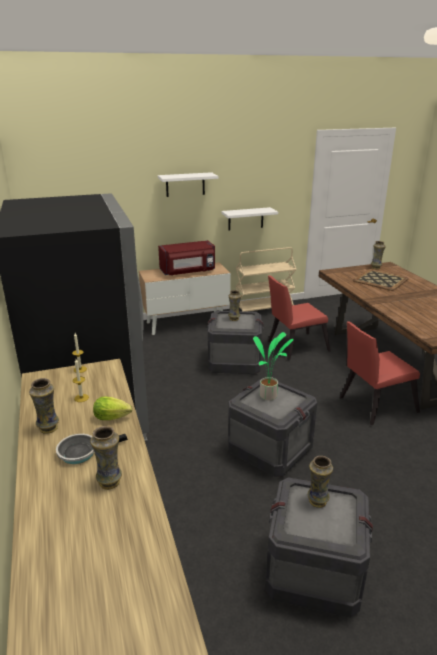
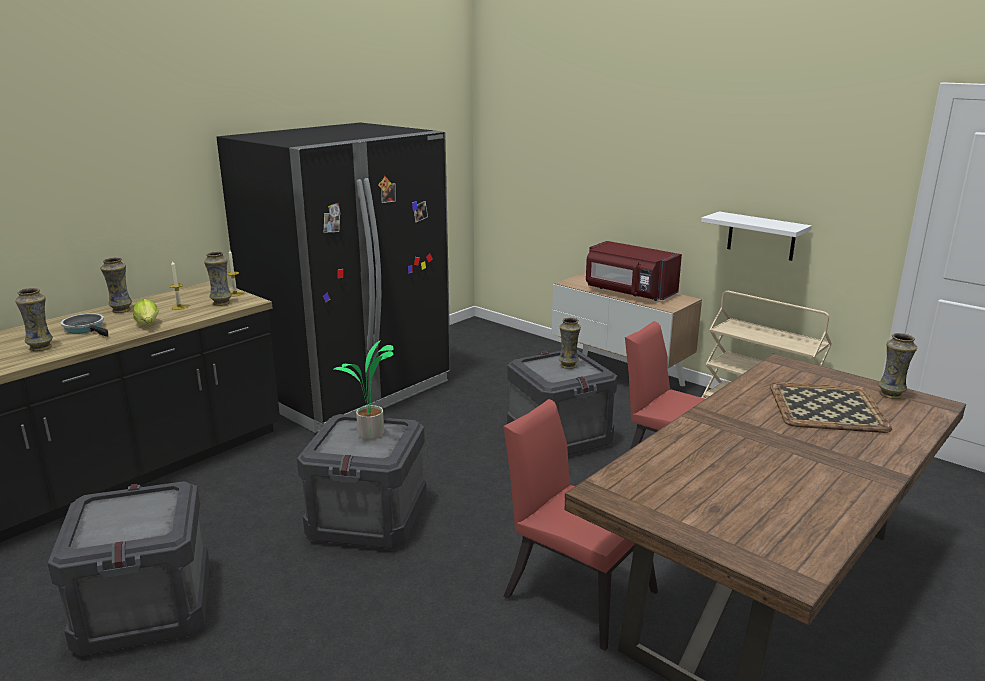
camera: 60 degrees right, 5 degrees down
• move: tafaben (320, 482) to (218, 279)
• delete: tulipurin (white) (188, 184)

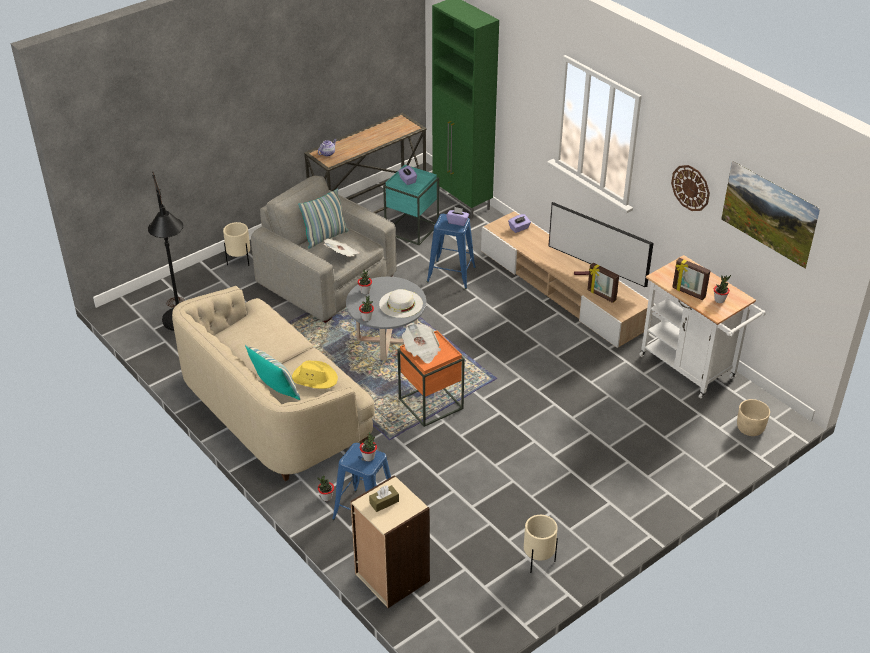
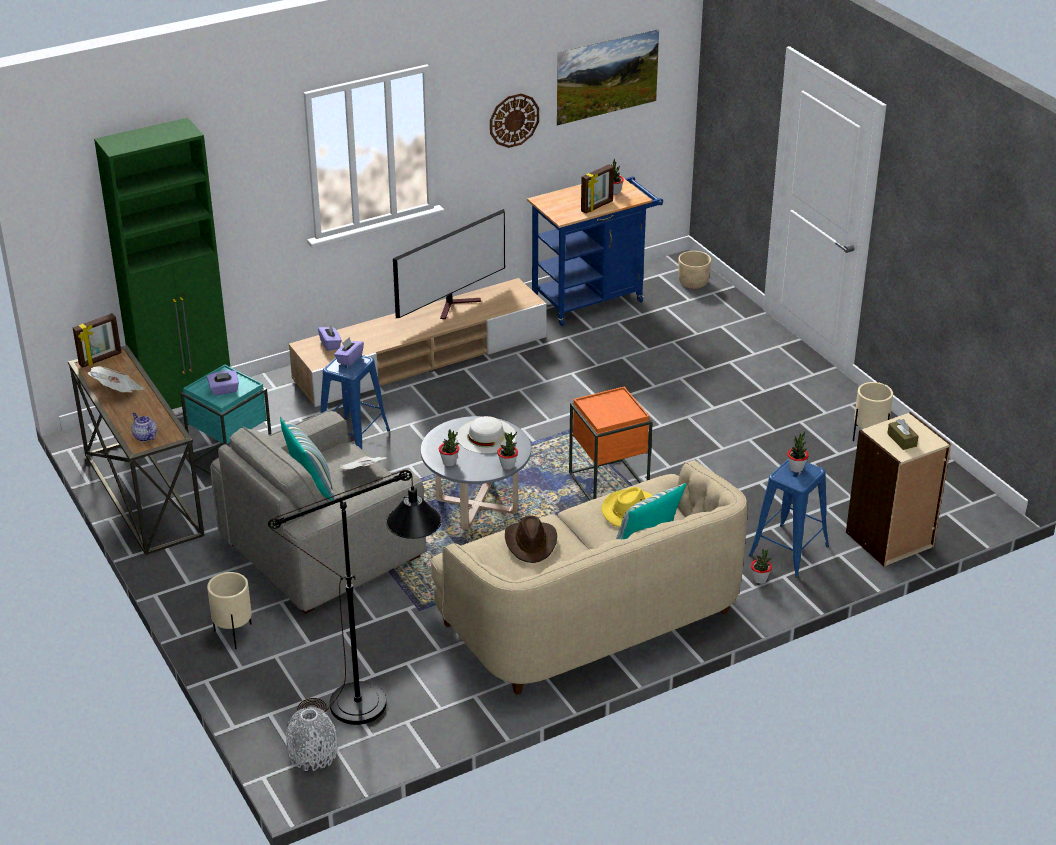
camera: 80 degrees left, 5 degrees down
• move: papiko (603, 283) to (97, 340)
• move: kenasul (421, 343) to (116, 379)
• insert: tafaben (grey) (311, 739)
• insert: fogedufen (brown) (531, 539)
• recolor: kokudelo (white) (702, 326) to kokudelo (blue) (595, 250)

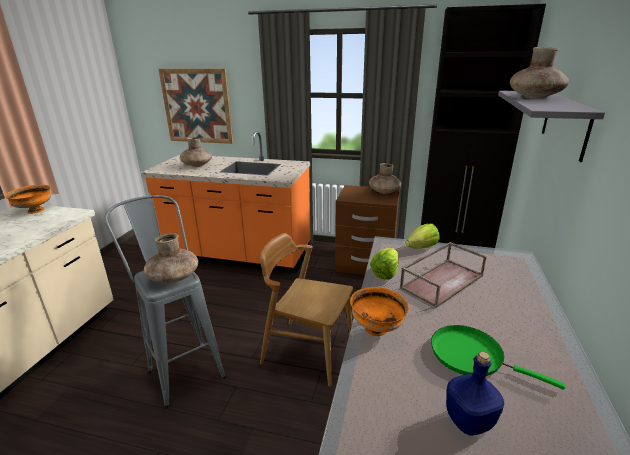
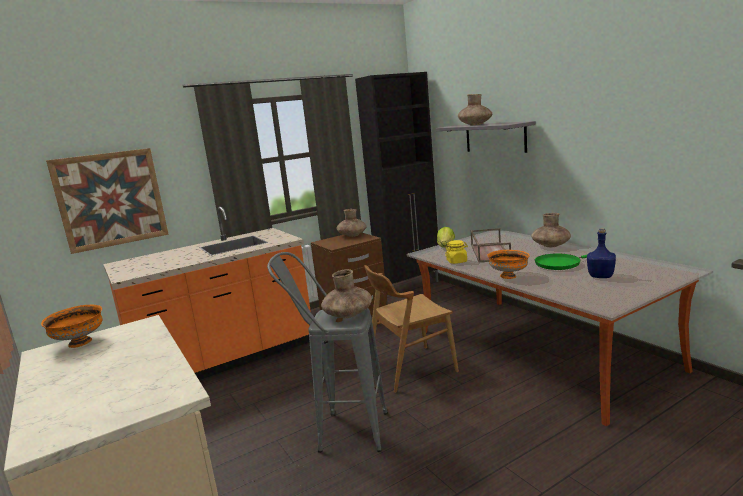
camera: 45 degrees left, 10 degrees down
• replace: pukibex (384, 264) to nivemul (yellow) (456, 252)
• move: tafaben (brown) (196, 152) to (551, 230)

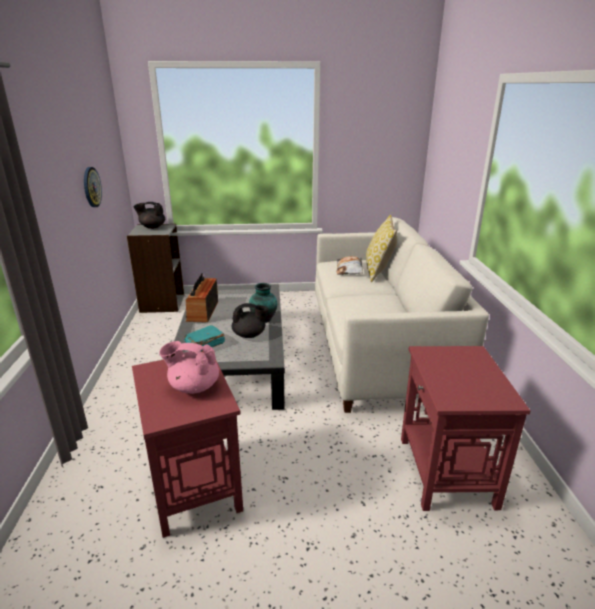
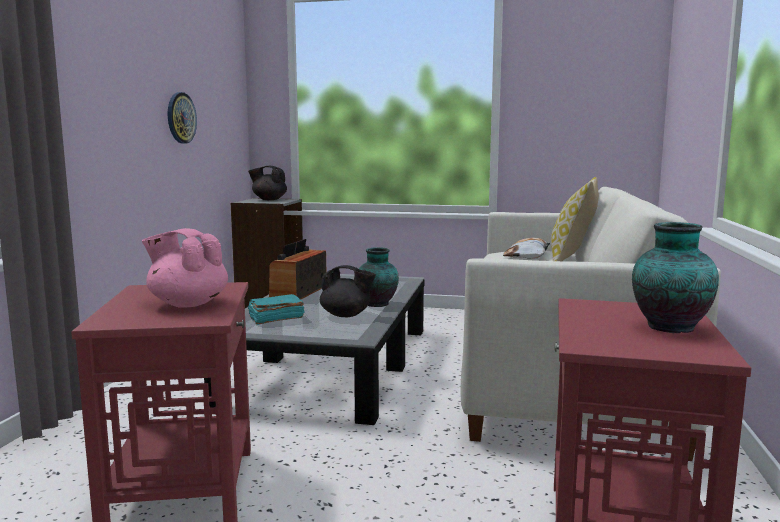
camera: 15 degrees right, 15 degrees down
• insert: tafaben (675, 277)

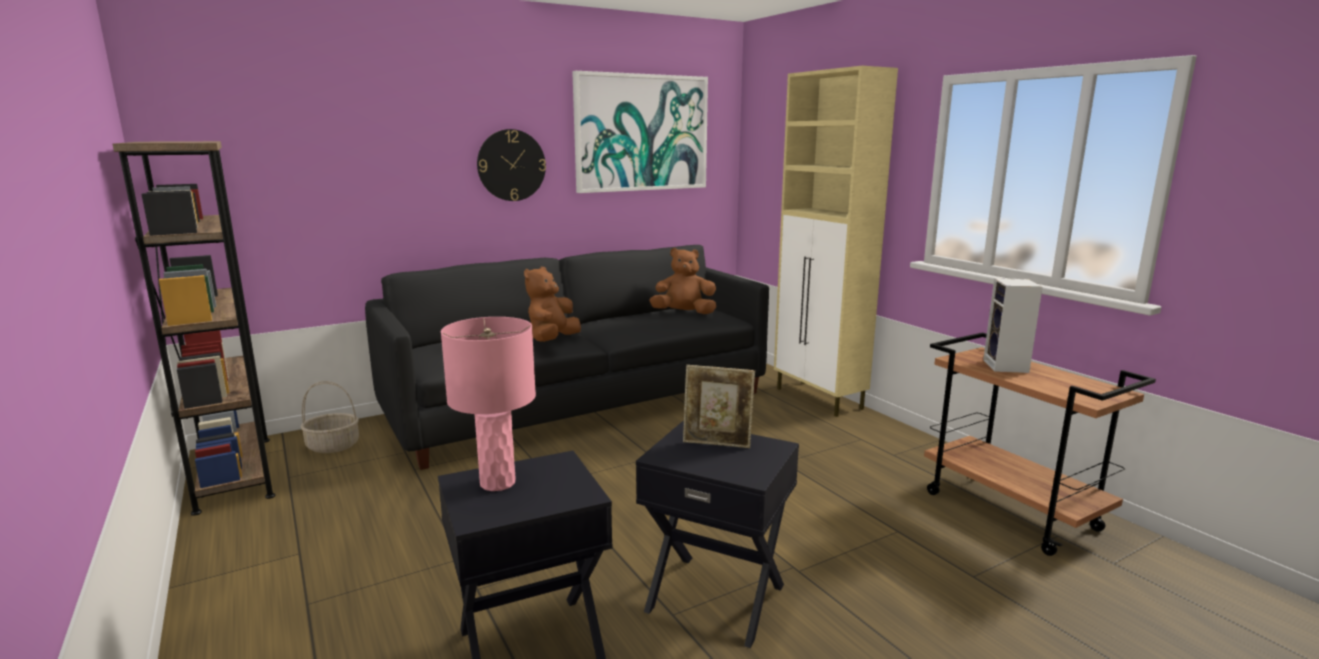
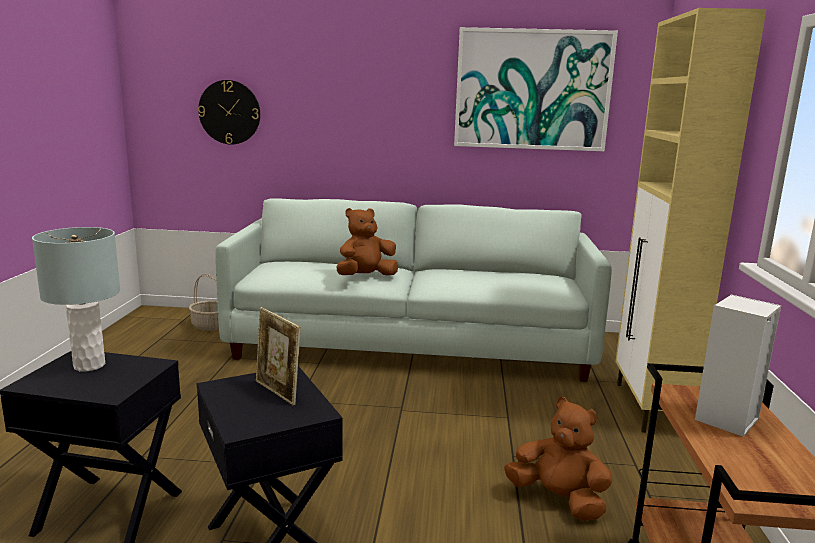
camera: 35 degrees right, 0 degrees up
• recolor: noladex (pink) (488, 404) to noladex (grey) (76, 299)
• move: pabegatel (511, 165) to (229, 112)
• recolor: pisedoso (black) (567, 357) to pisedoso (white) (413, 290)
• move: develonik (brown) (682, 281) to (558, 459)
• delete: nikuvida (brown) (194, 328)

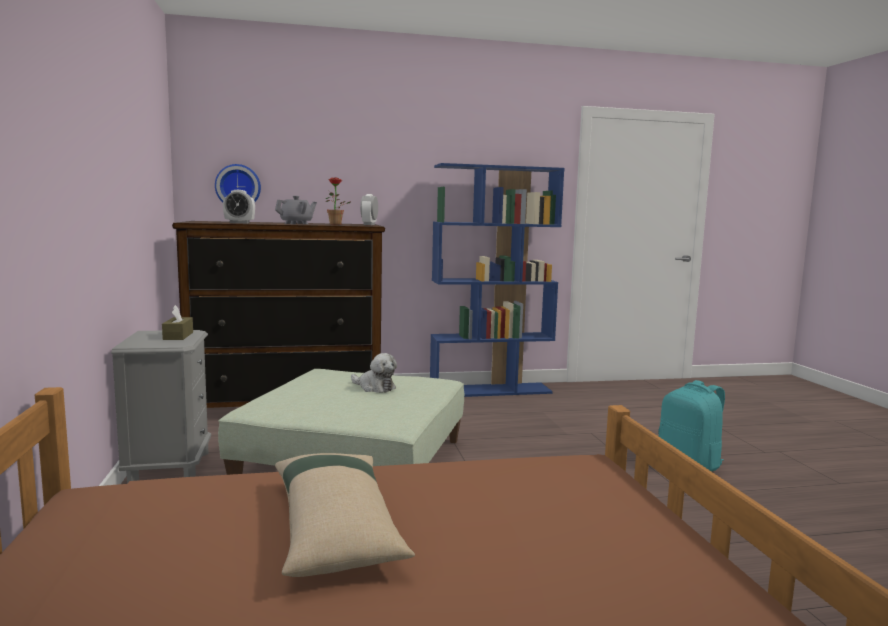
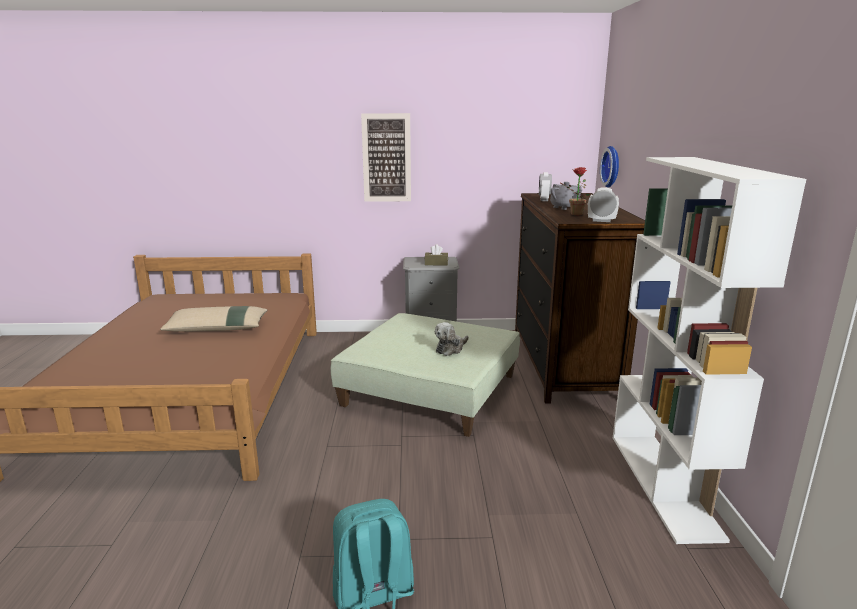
camera: 100 degrees right, 10 degrees up
• insert: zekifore (386, 157)
• recolor: nikuvida (blue) (497, 280) to nikuvida (white) (709, 350)

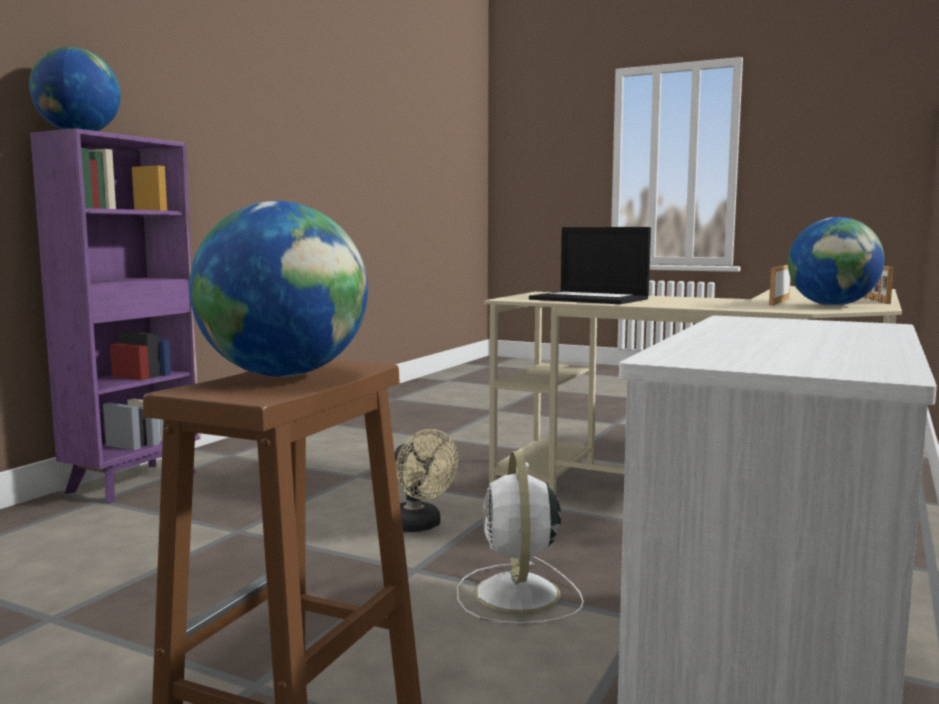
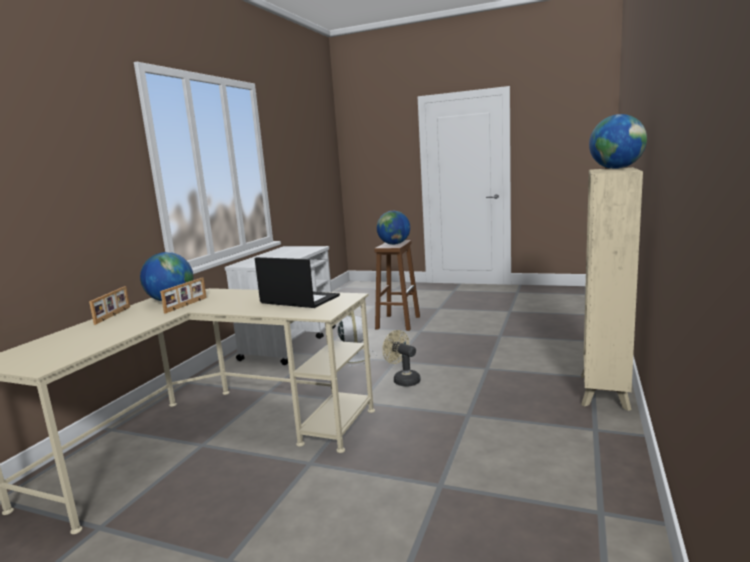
camera: 175 degrees right, 5 degrees up
• recolor: nikuvida (purple) (115, 315) to nikuvida (beige) (612, 289)

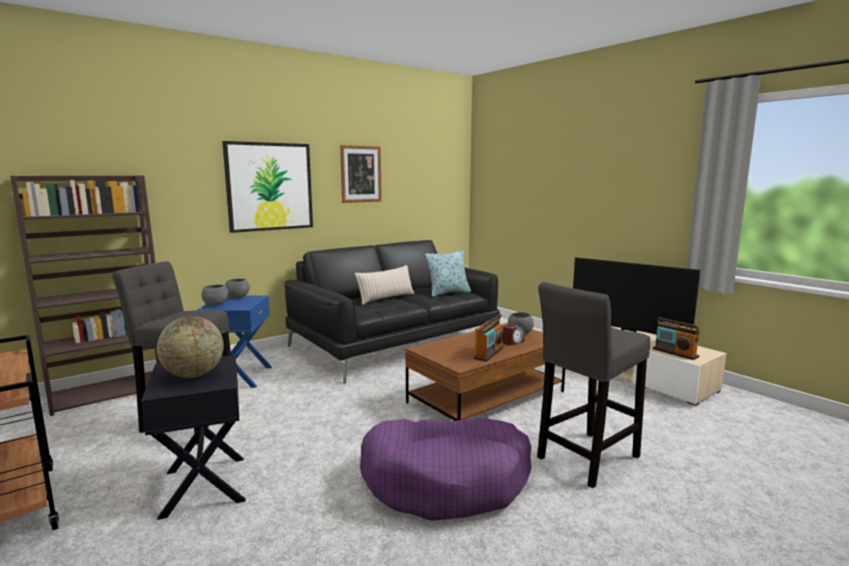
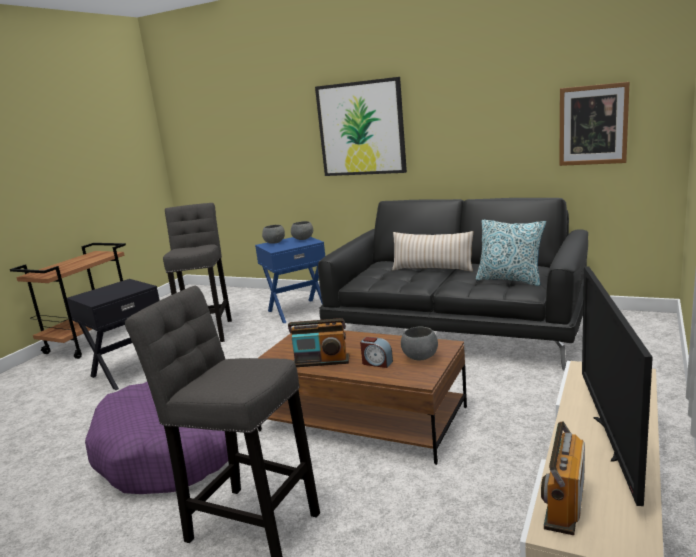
camera: 65 degrees right, 5 degrees up
• move: zekifore (361, 174) to (594, 124)
• delete: nikuvida (brown) (85, 296)
• delete: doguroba (190, 347)

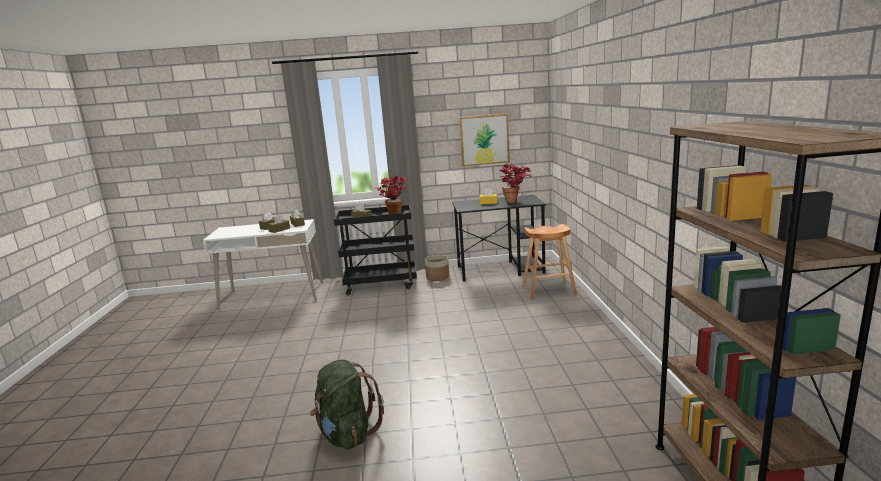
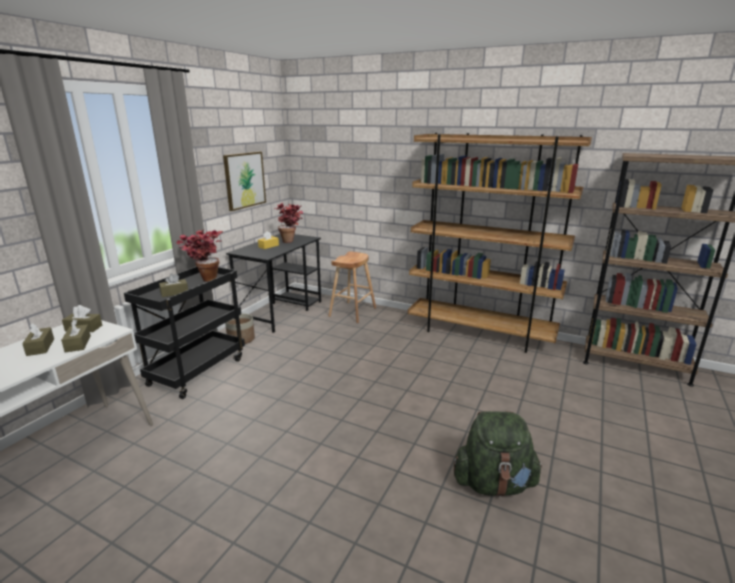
camera: 60 degrees left, 5 degrees up
• insert: nikuvida (brown) (500, 243)

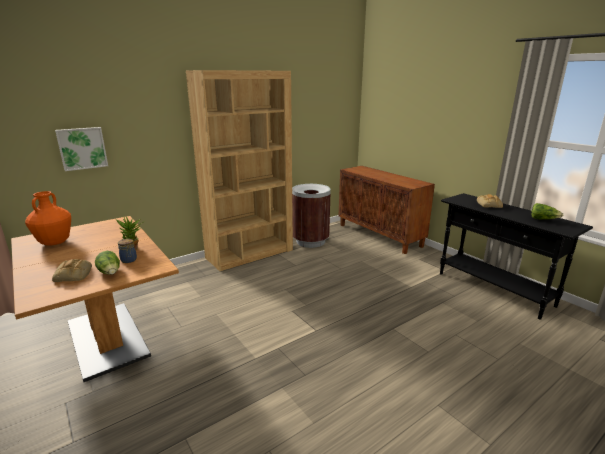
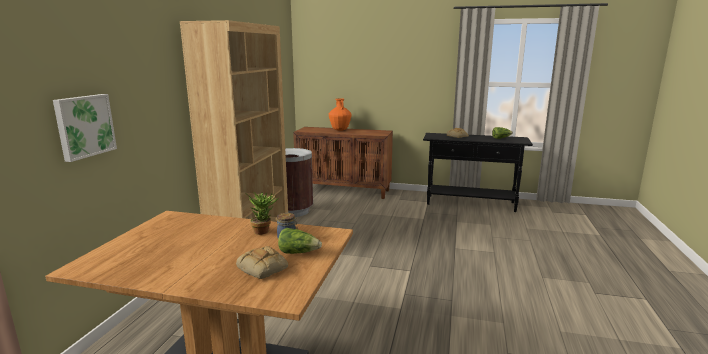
camera: 40 degrees left, 5 degrees down
• move: tafaben (orange) (48, 218) to (340, 114)

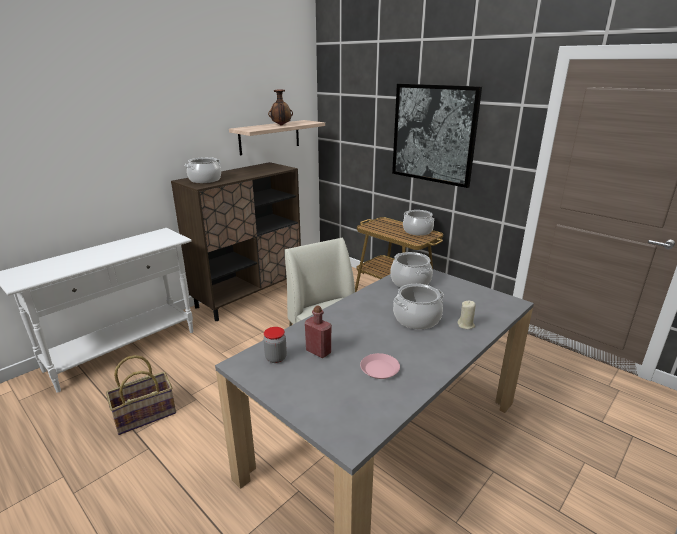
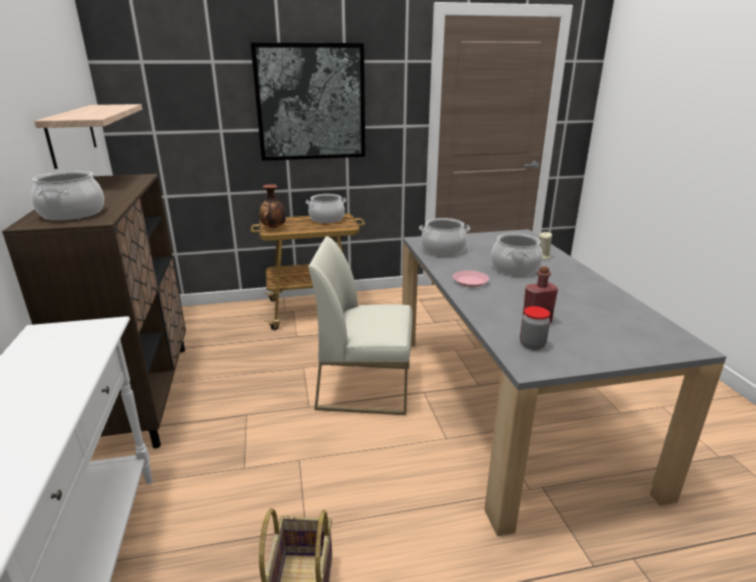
camera: 55 degrees left, 0 degrees up
• move: tafaben (280, 107) to (272, 206)
• move: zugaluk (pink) (380, 366) to (471, 279)

